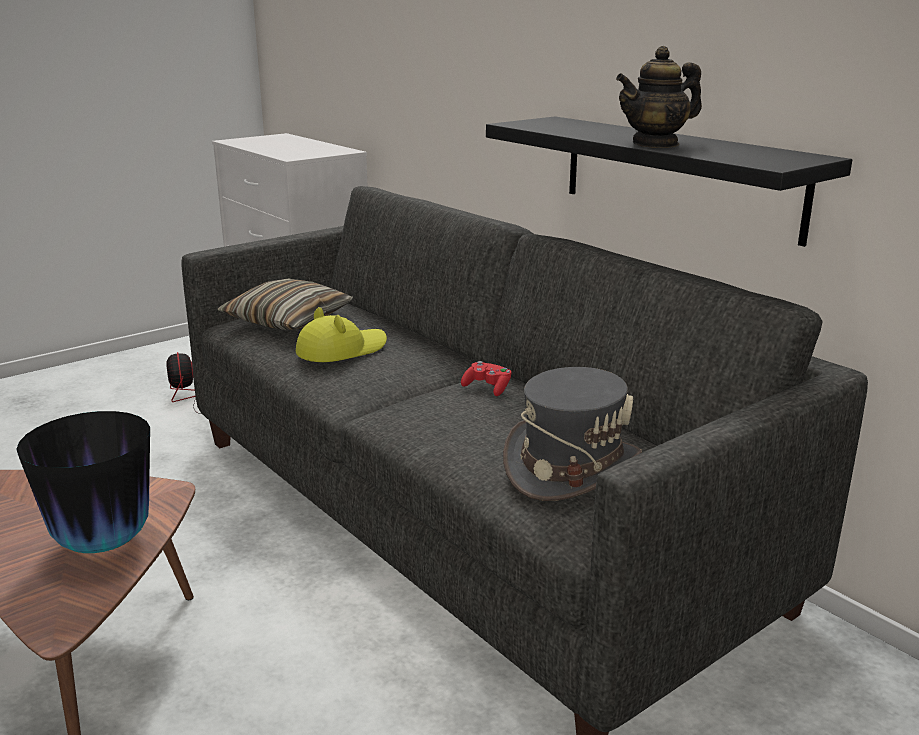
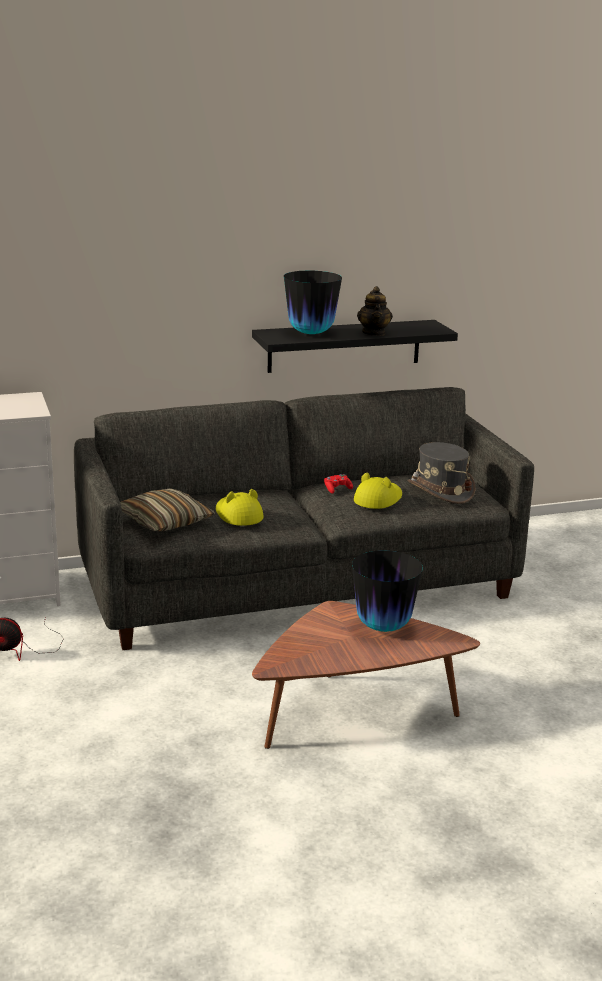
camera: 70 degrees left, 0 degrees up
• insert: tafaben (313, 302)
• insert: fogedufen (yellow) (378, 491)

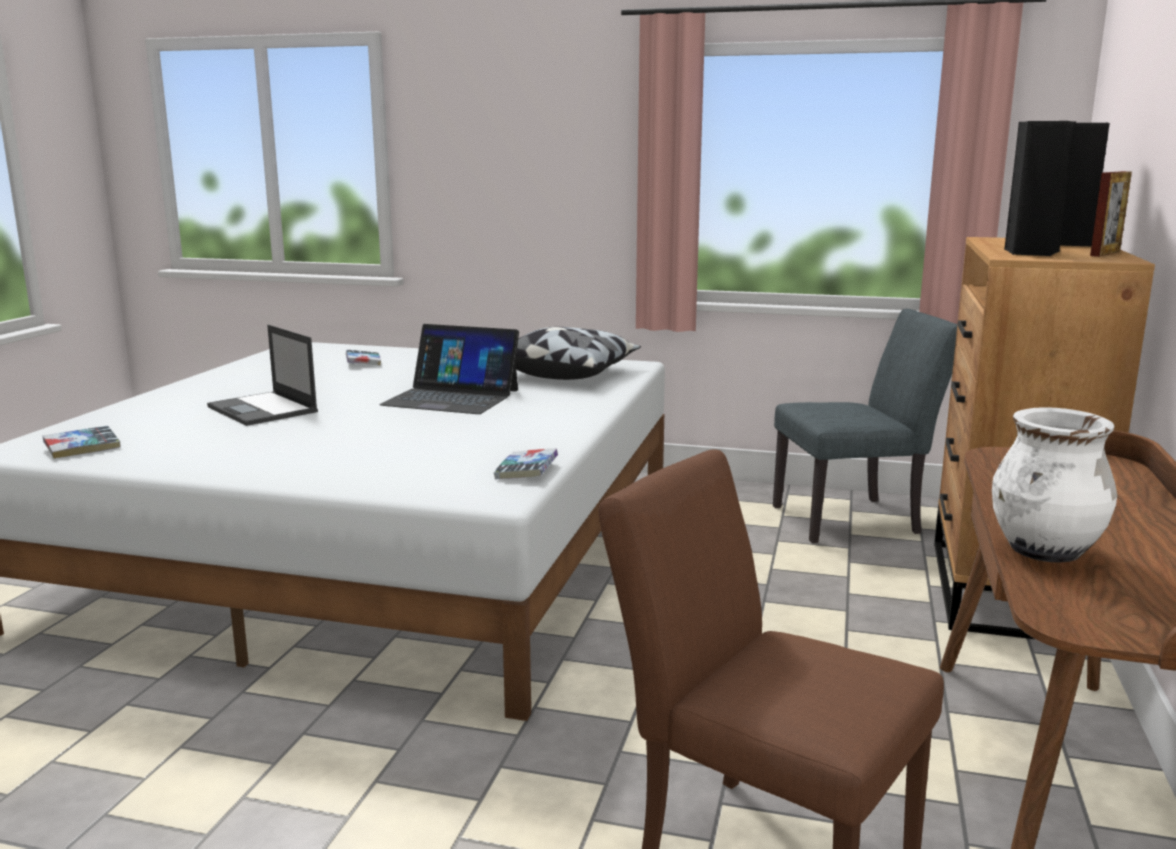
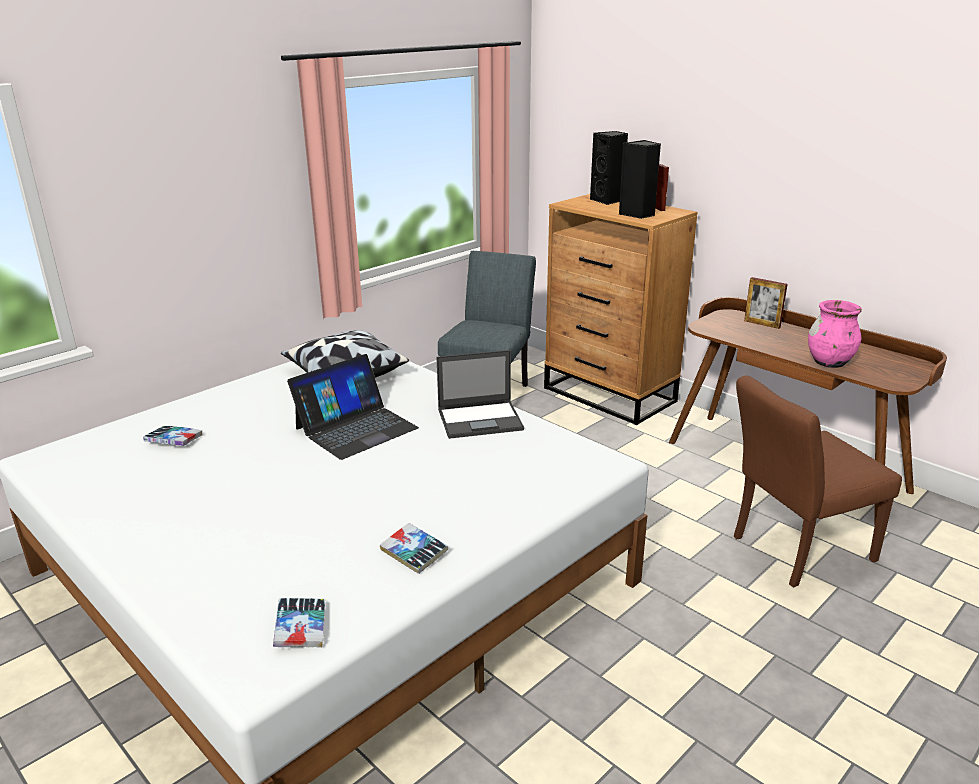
camera: 60 degrees left, 10 degrees up
• move: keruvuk (526, 464) to (414, 548)
• move: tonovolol (262, 375) to (480, 394)
• insert: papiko (766, 303)
• recolor: tafaben (white) (1054, 484) to tafaben (pink) (835, 334)

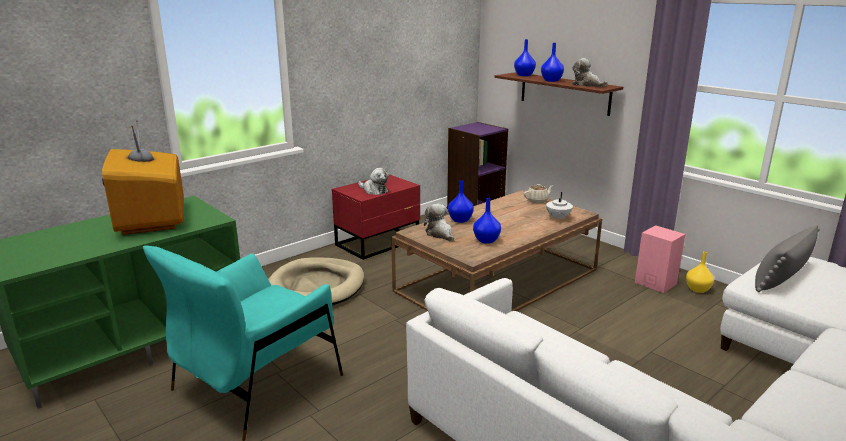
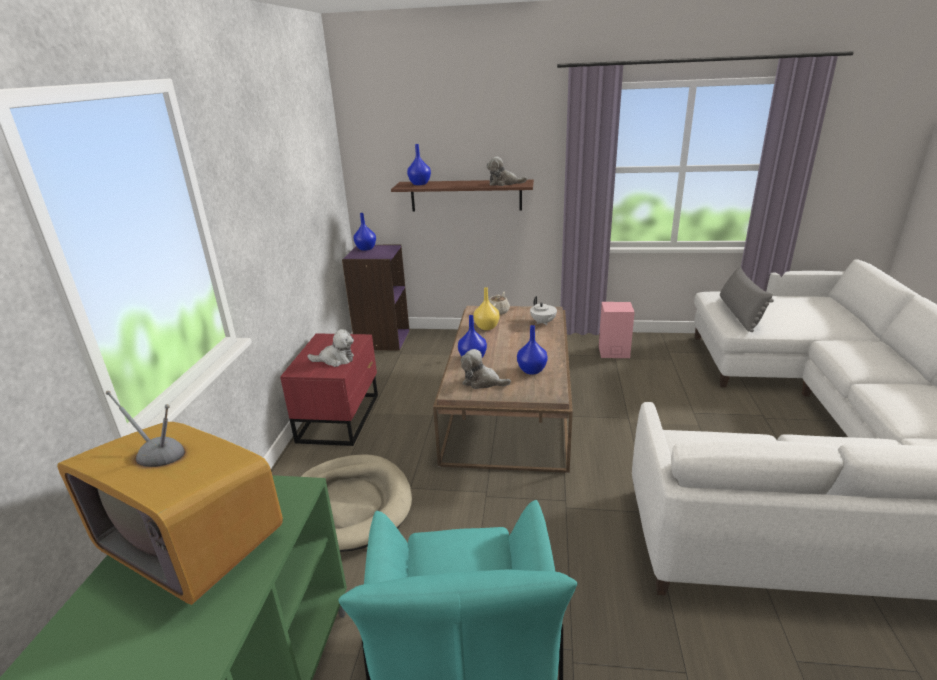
camera: 40 degrees left, 5 degrees up
• move: tafaben (blue) (552, 62) to (364, 232)
• move: tafaben (yellow) (700, 272) to (487, 308)

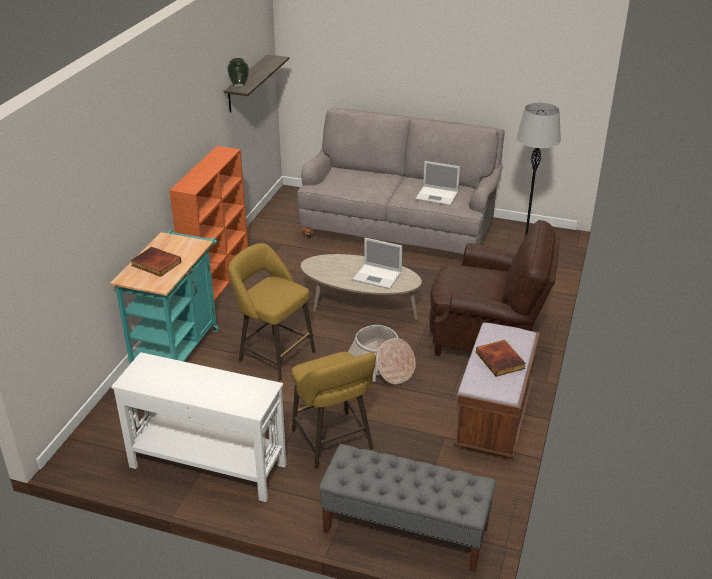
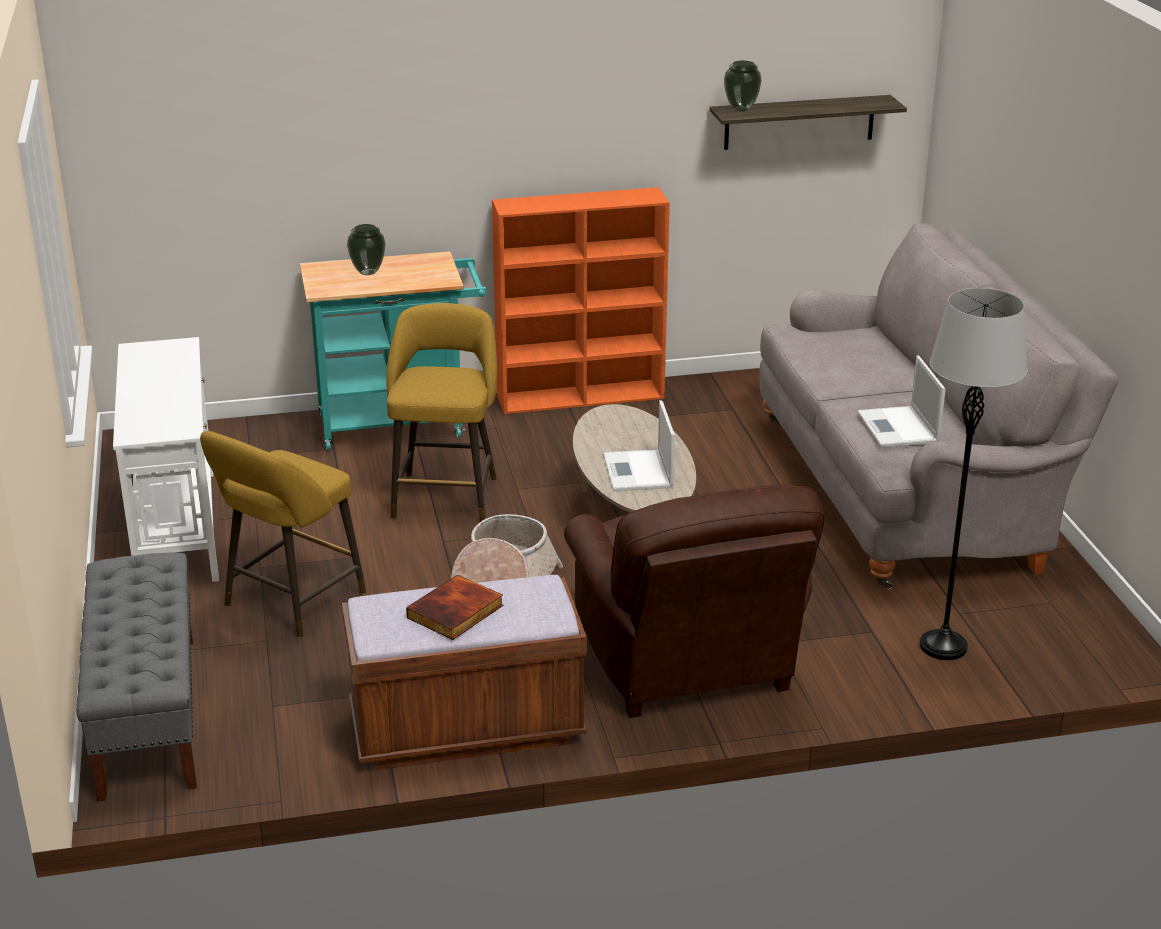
camera: 60 degrees right, 5 degrees down
• replace: keruvuk (156, 262) to tafaben (366, 249)

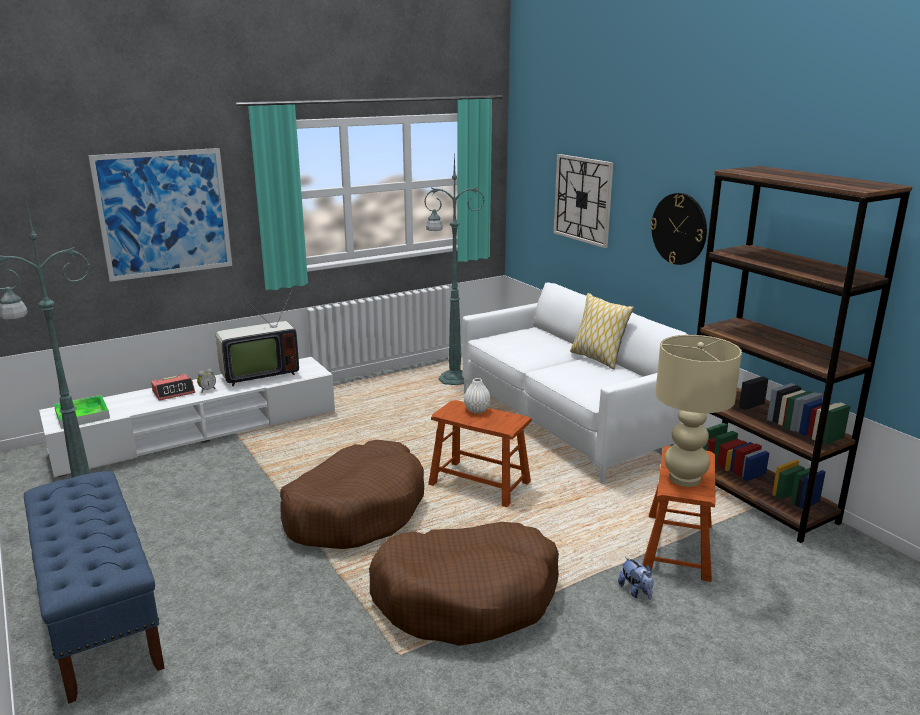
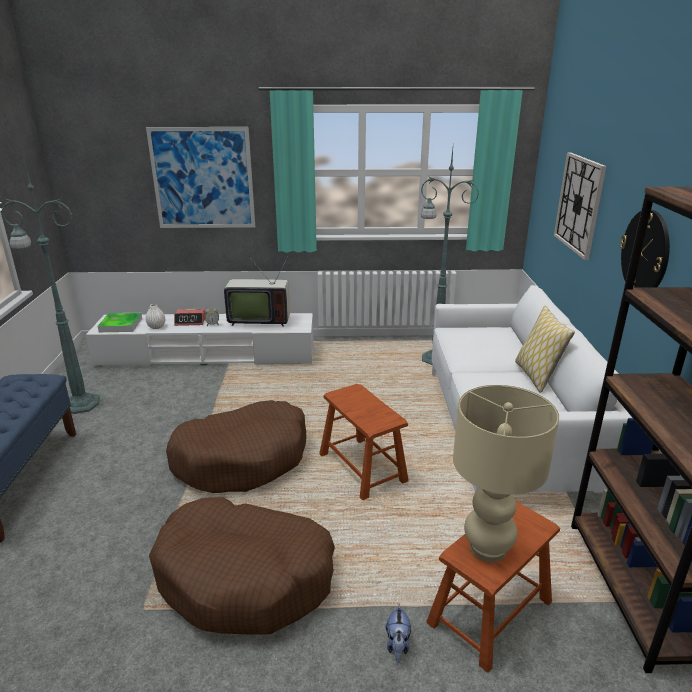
camera: 30 degrees right, 5 degrees up
• move: tafaben (white) (477, 396) to (155, 316)

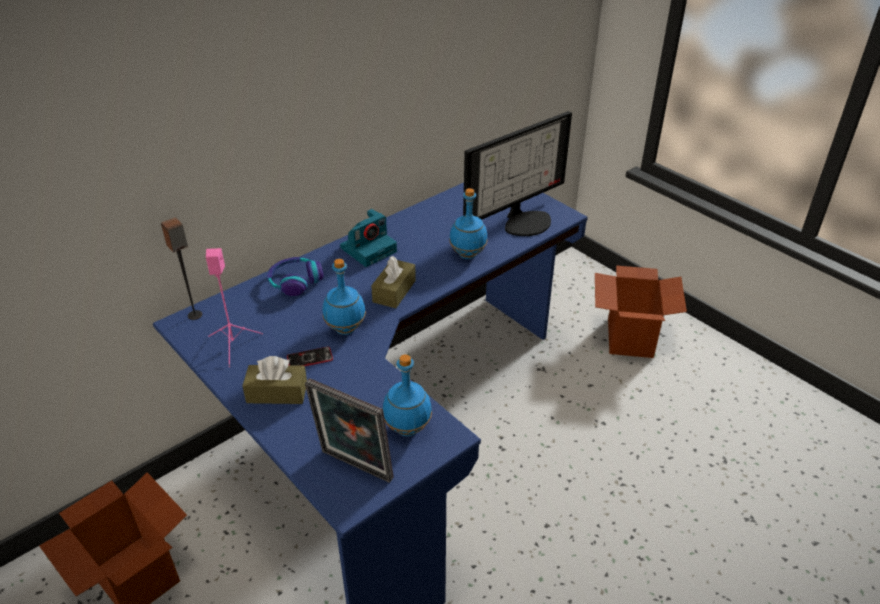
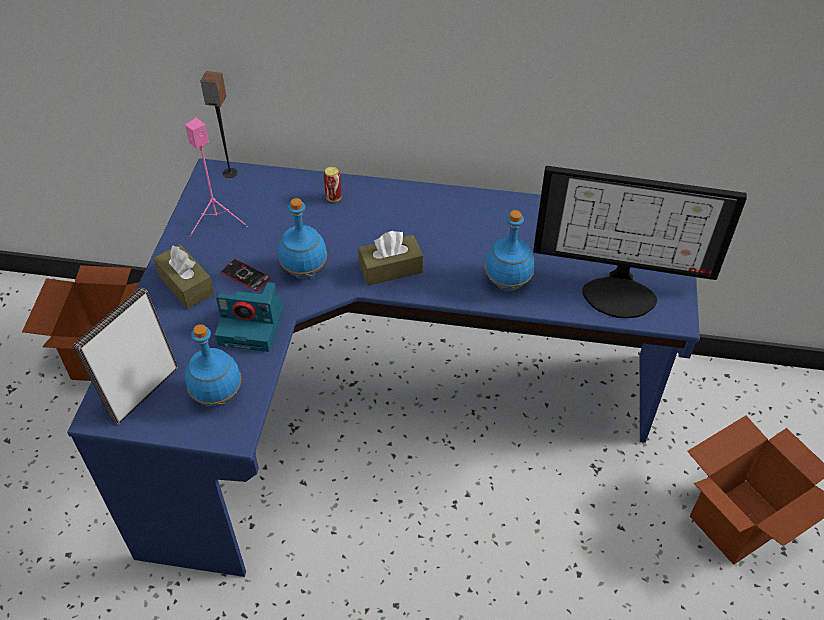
camera: 50 degrees right, 10 degrees up
• rotate: papiko (349, 430) = (125, 356) 45 degrees clockwise
• move: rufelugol (368, 238) to (249, 317)
• replace: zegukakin (295, 276) to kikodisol (332, 184)

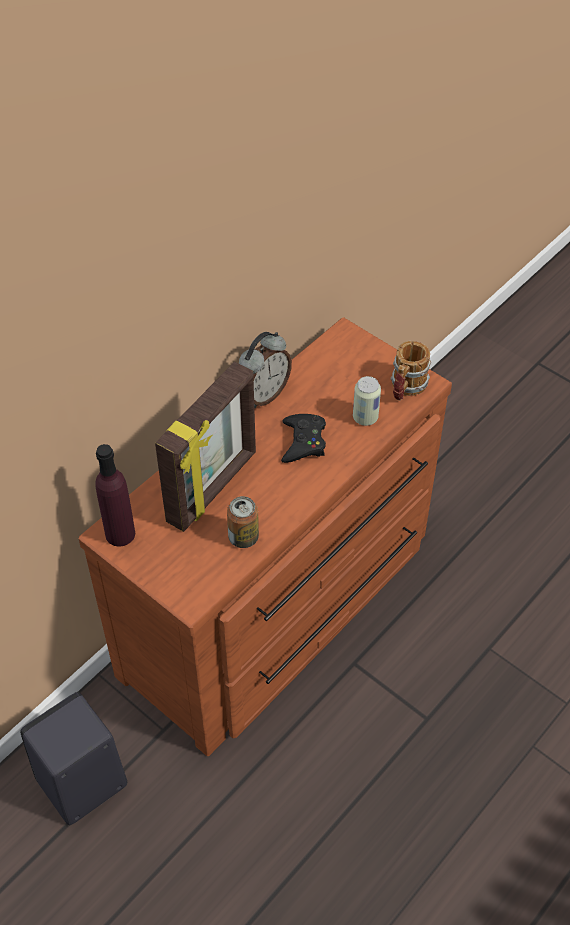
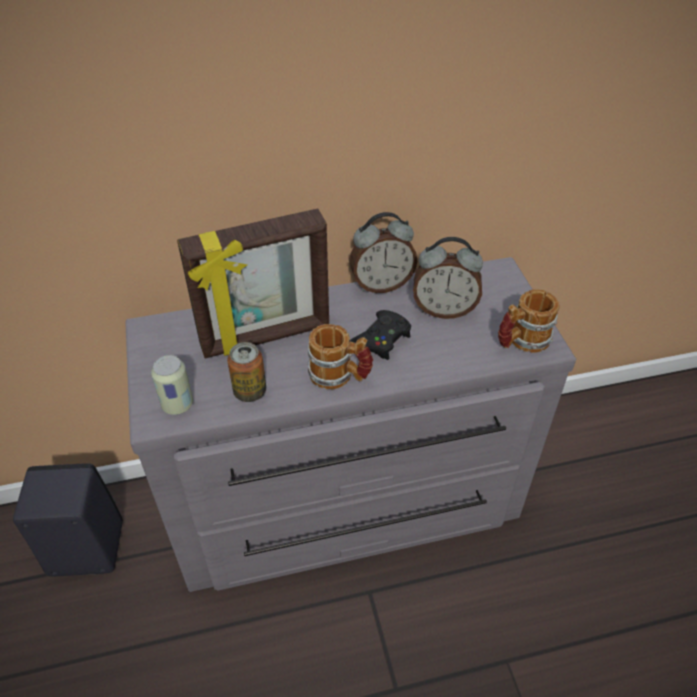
camera: 35 degrees right, 5 degrees down
• recolor: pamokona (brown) (265, 536) to pamokona (grey) (350, 424)
• move: kikodisol (367, 401) to (172, 385)
• insert: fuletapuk (340, 356)
• insert: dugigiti (448, 278)
• delete: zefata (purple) (115, 495)

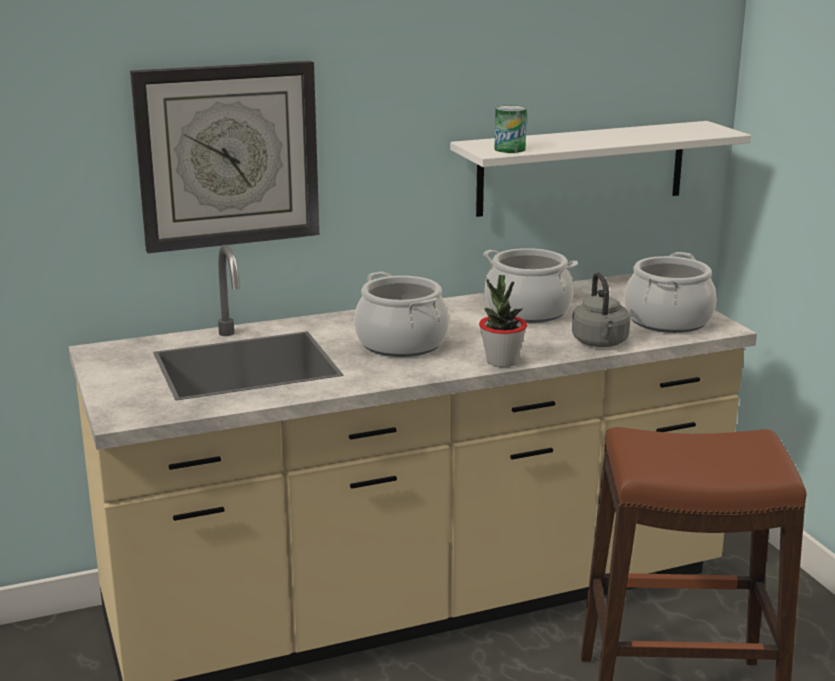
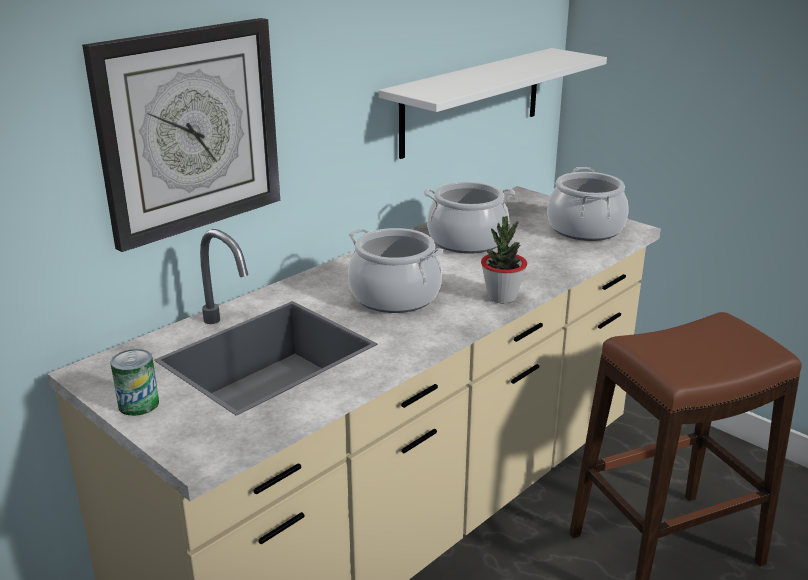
camera: 25 degrees left, 5 degrees up
• move: kikodisol (511, 129) to (134, 382)
• delete: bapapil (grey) (601, 309)

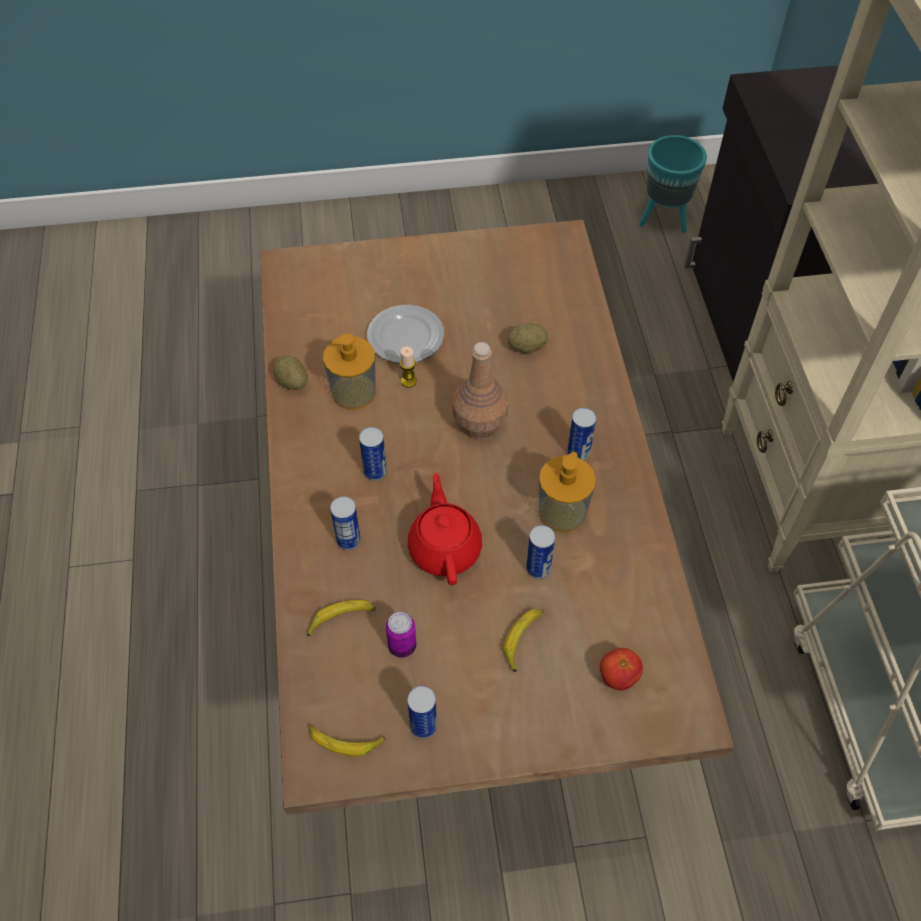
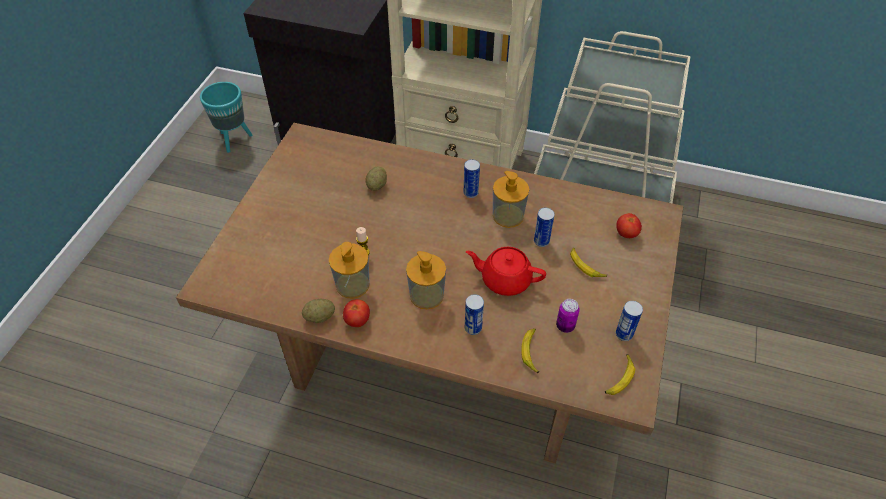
camera: 65 degrees left, 5 degrees down
• insert: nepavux (356, 313)
• replace: kikodisol (373, 454) to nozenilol (426, 280)
• delete: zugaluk (405, 334)
• delete: zefata (brown) (480, 391)

